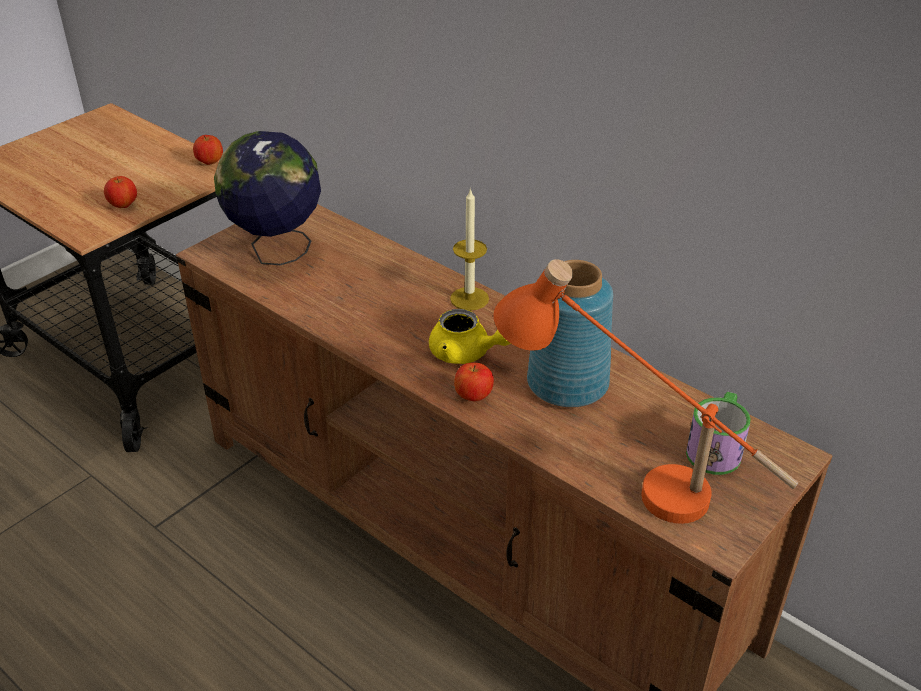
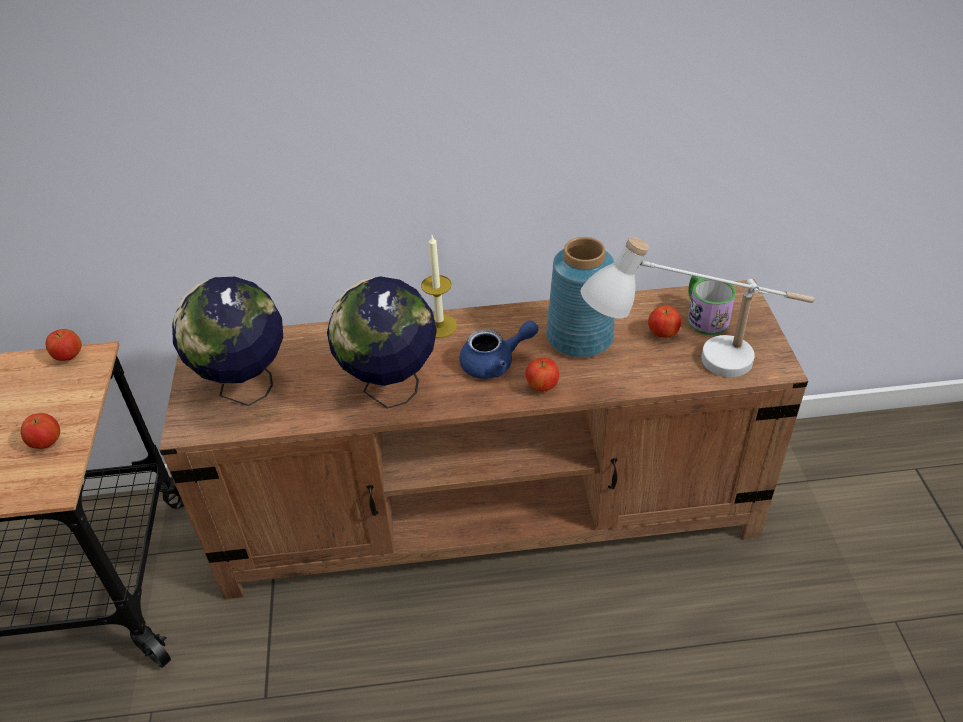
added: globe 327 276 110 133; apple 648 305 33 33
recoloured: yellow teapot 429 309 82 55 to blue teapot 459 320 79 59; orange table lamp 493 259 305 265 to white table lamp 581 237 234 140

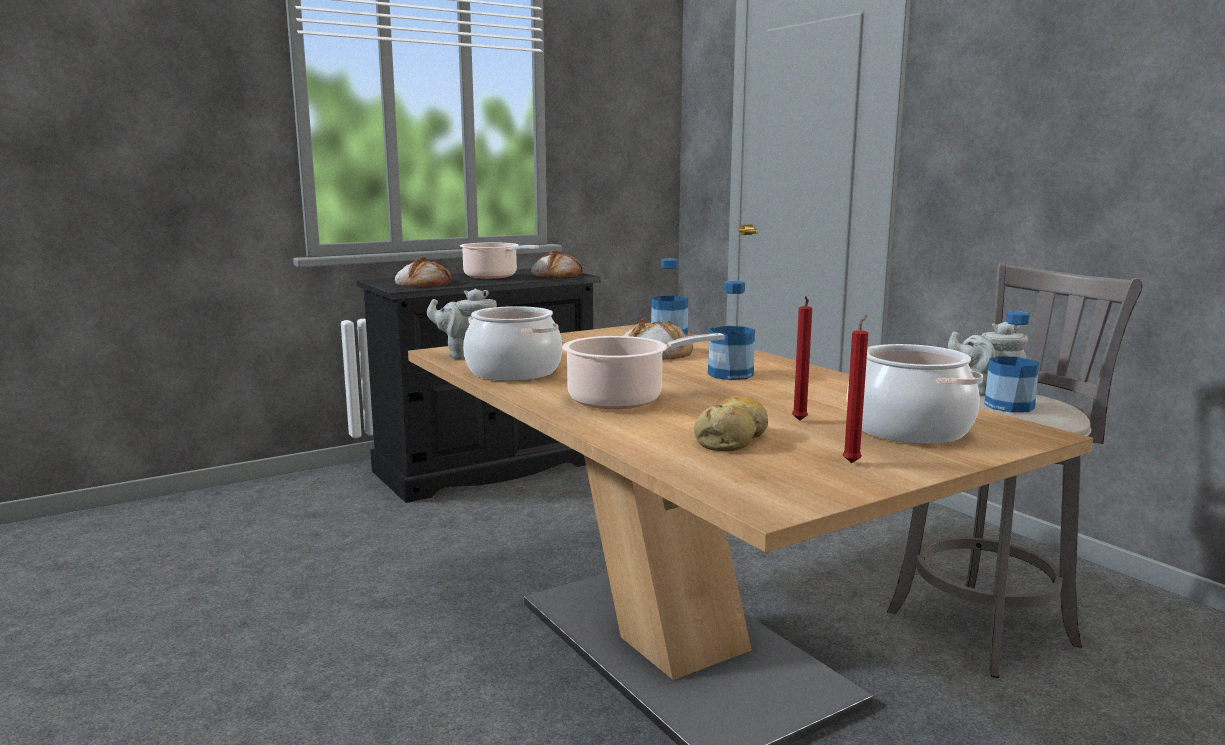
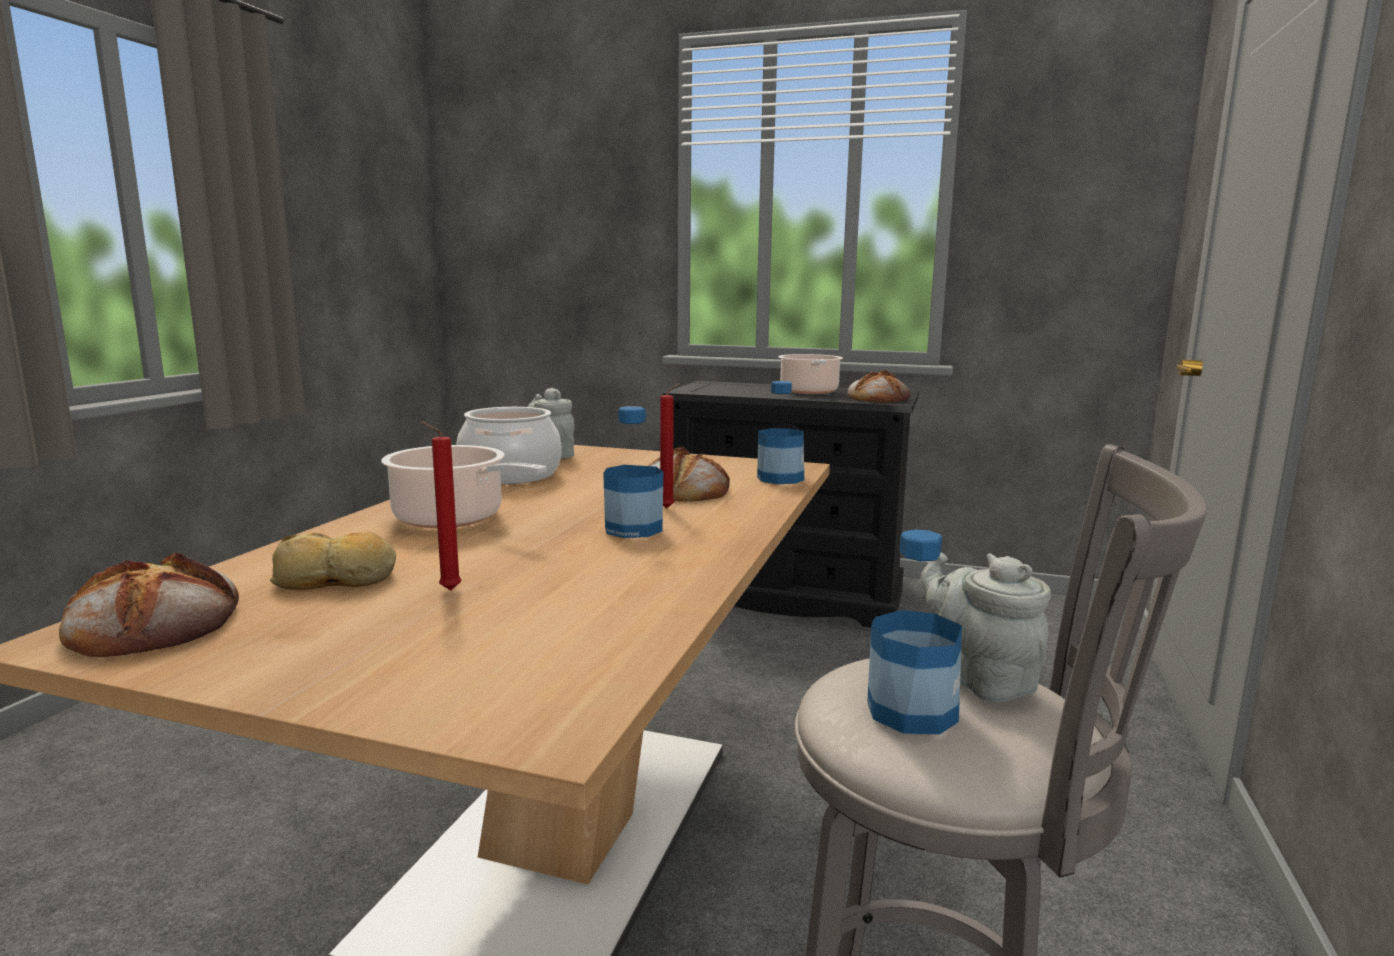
removed: cooking pot 847 344 136 100
moved: bread 395 257 57 30 to 59 552 180 105; red candle 843 314 25 149 to 660 383 21 125

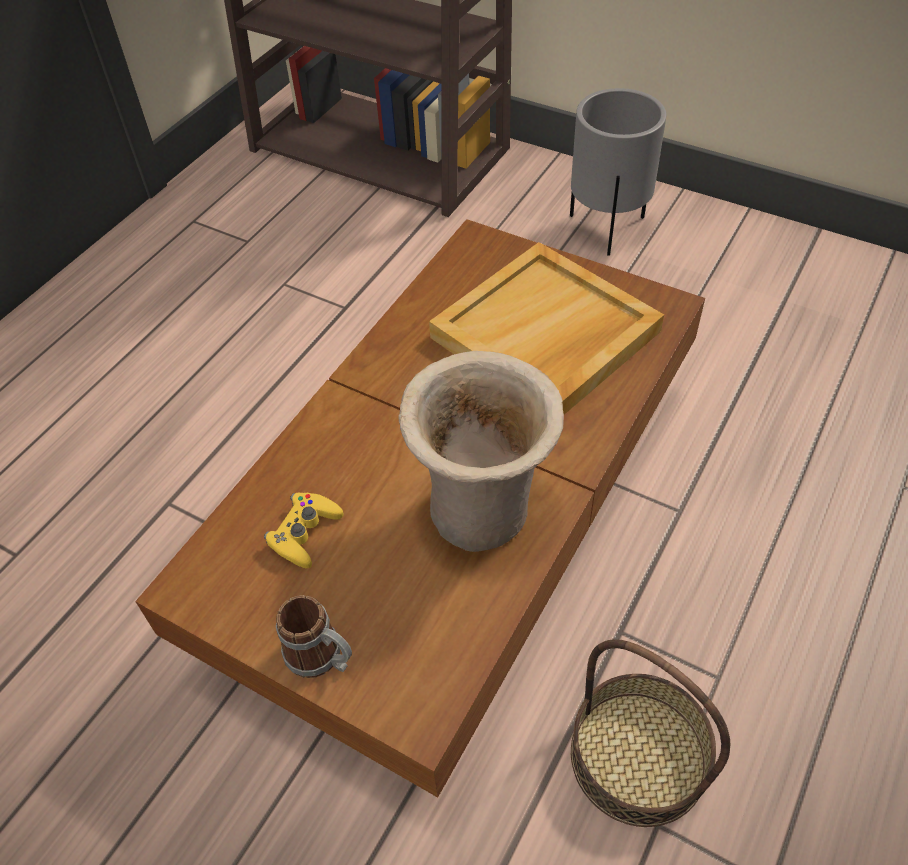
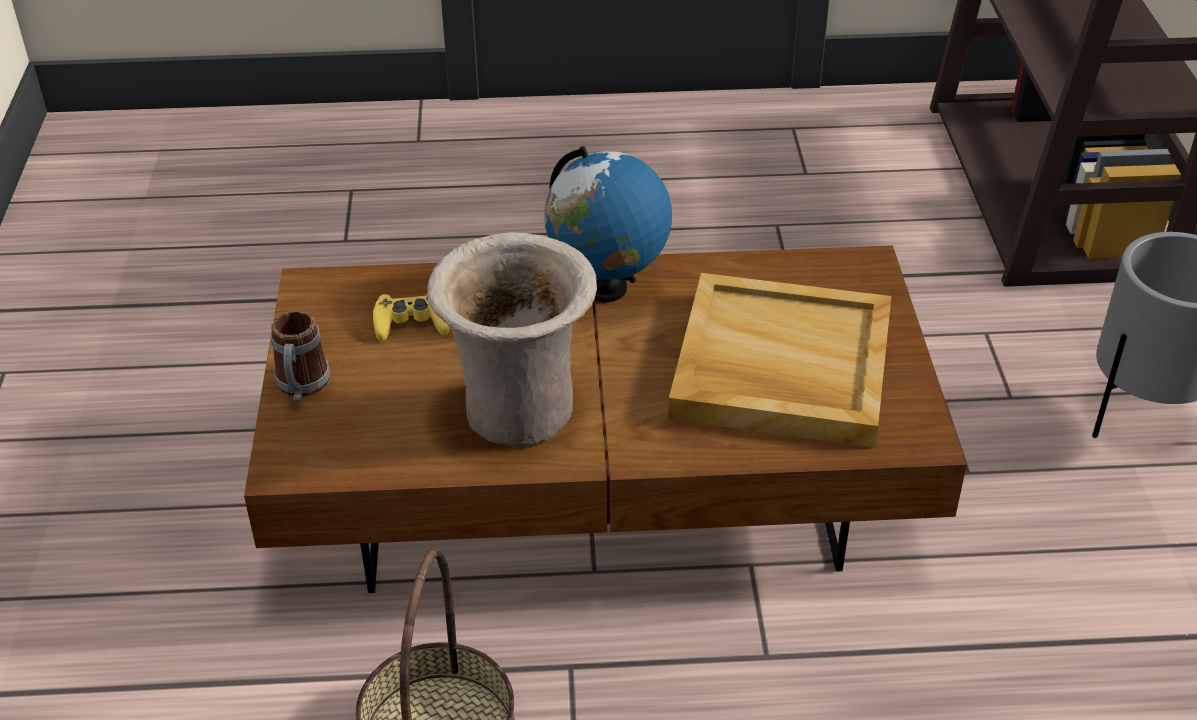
added: globe 544 146 128 156

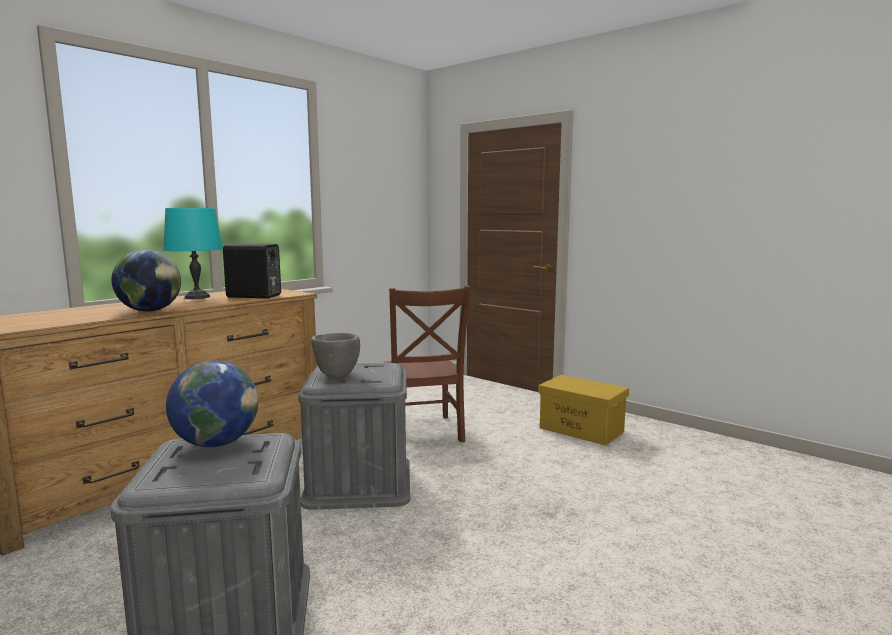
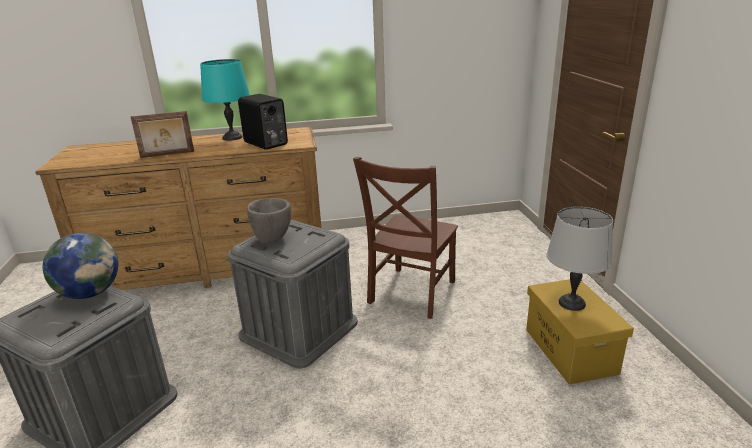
added: grey table lamp 547 207 66 104
replaced: globe 112 250 69 62 to picture frame 131 111 63 47

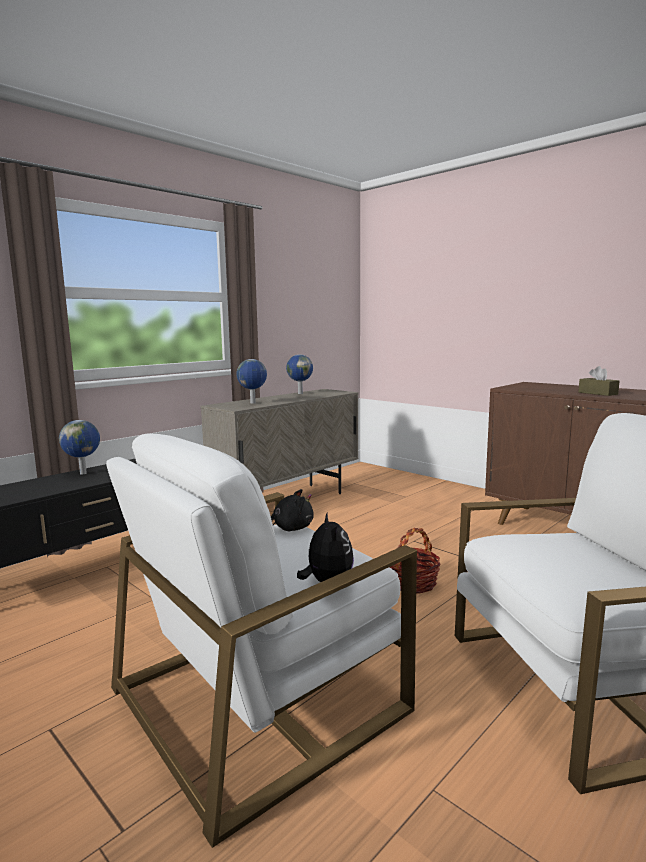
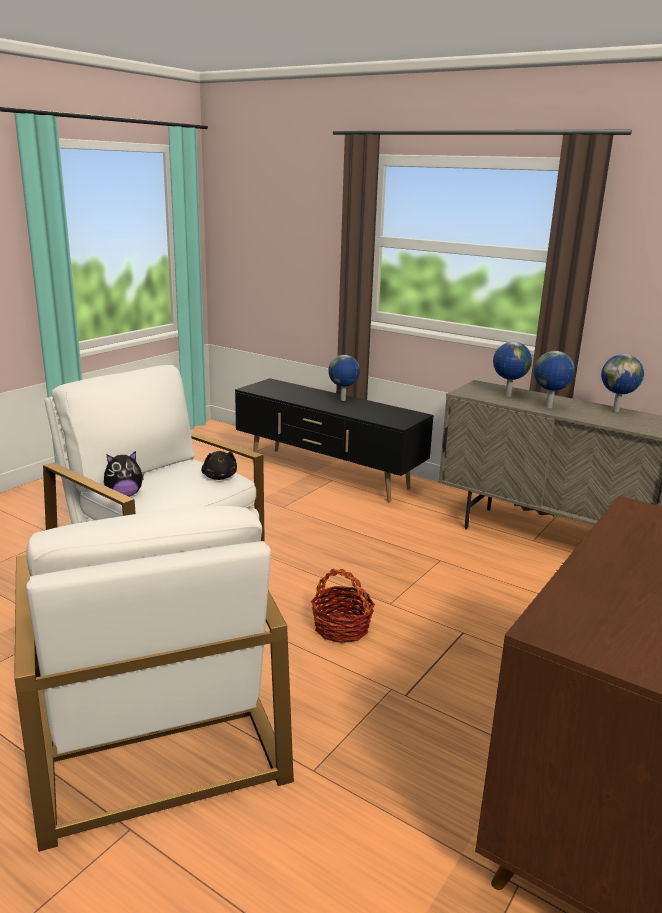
removed: brown tissue box 578 366 41 30
added: globe 534 351 41 57

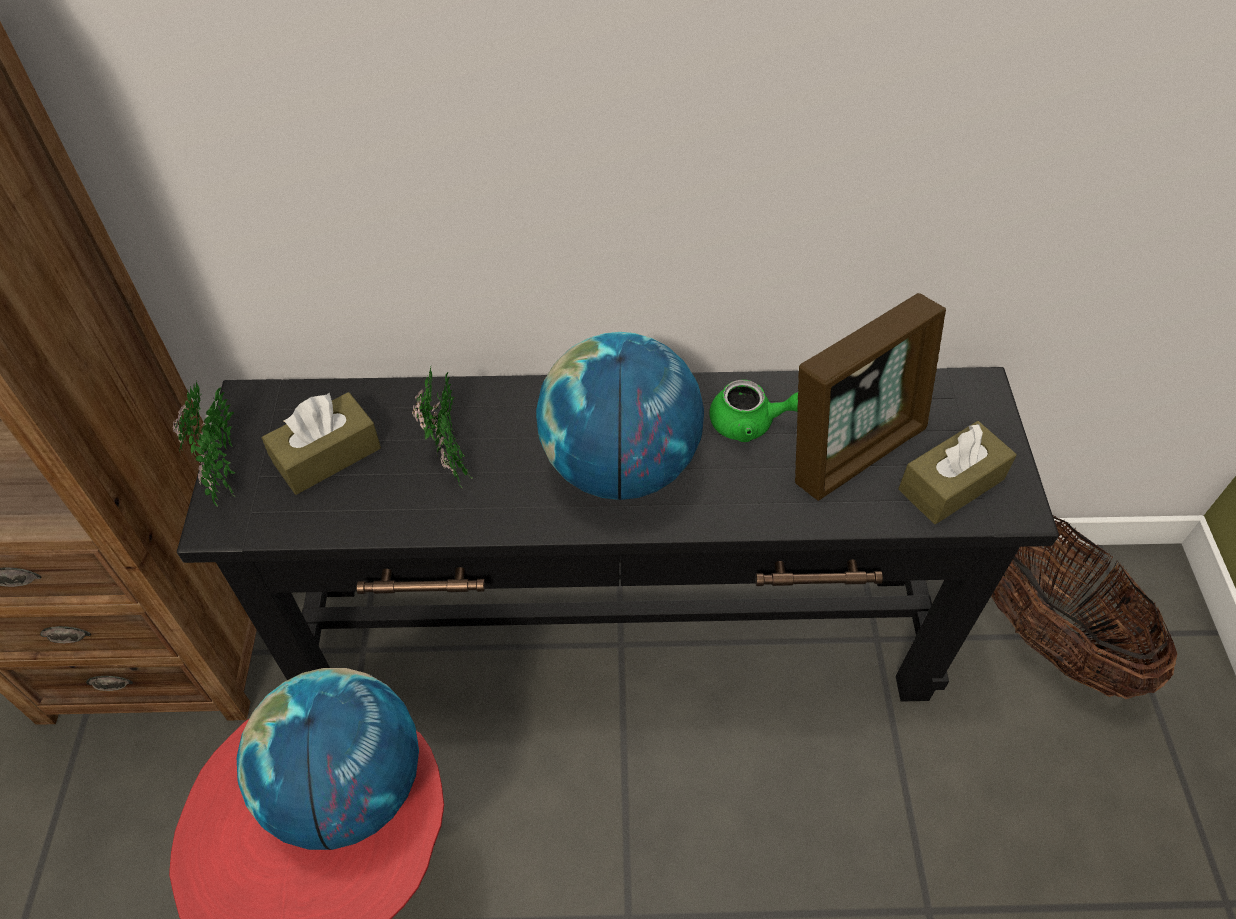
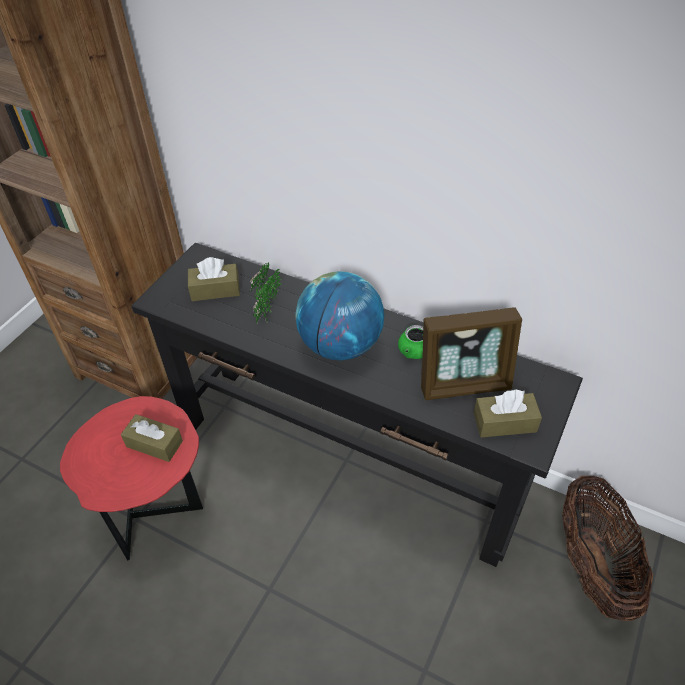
removed: potted plant 173 381 62 125
replaced: globe 237 668 182 182 to brown tissue box 121 414 62 48

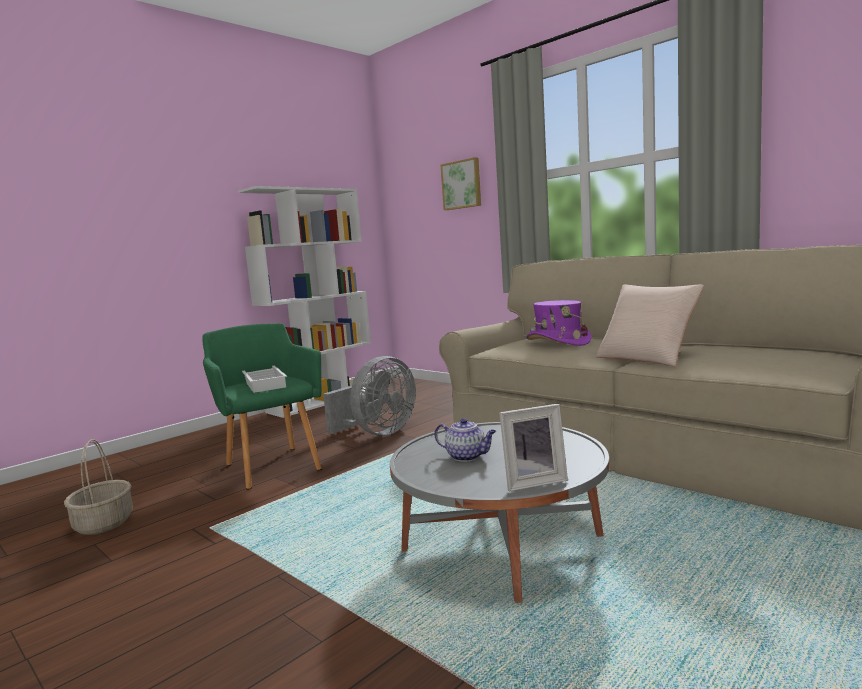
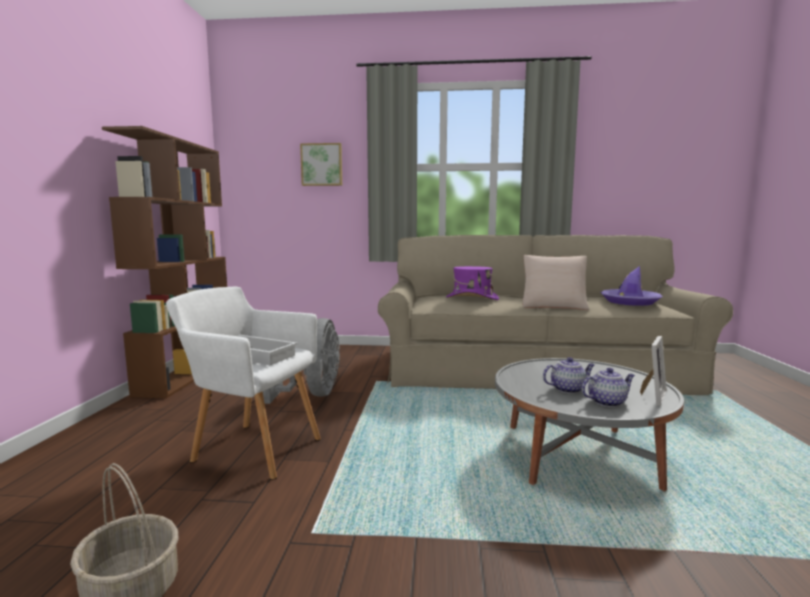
added: teapot 581 368 54 39; purple hat 601 266 61 40
recoloured: green armchair 202 323 120 166 to white armchair 166 287 155 193; white bookcase 238 186 133 232 to brown bookcase 102 126 125 272

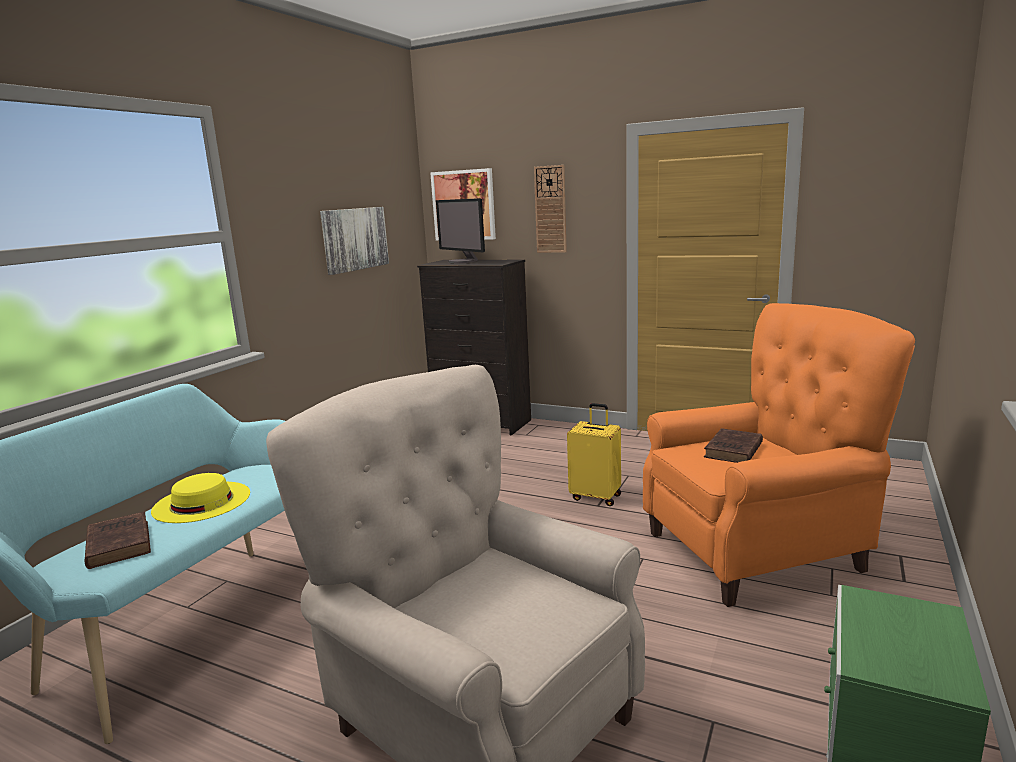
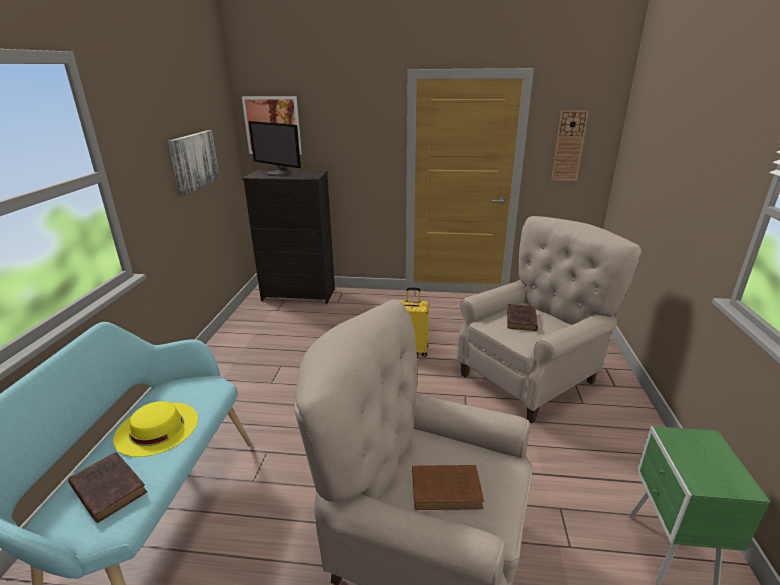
added: brown book 412 465 72 45
moved: wall clock 534 165 33 88 to 551 111 37 70
recoloured: orange armchair 643 303 272 304 to beige armchair 457 216 184 207

